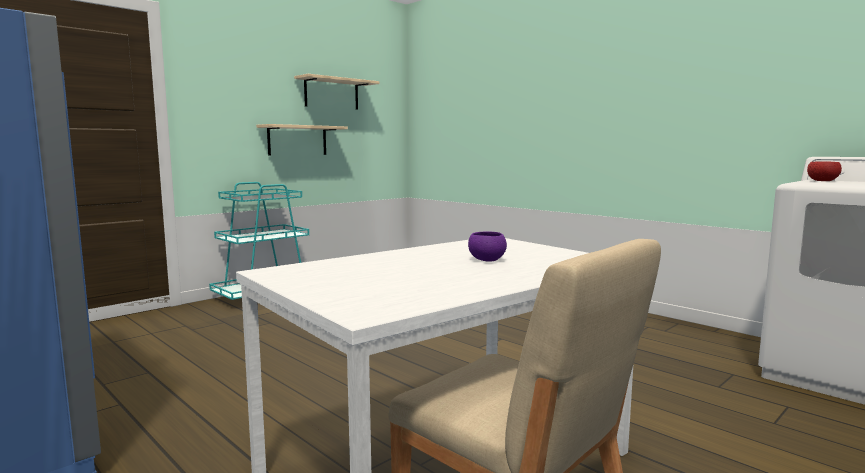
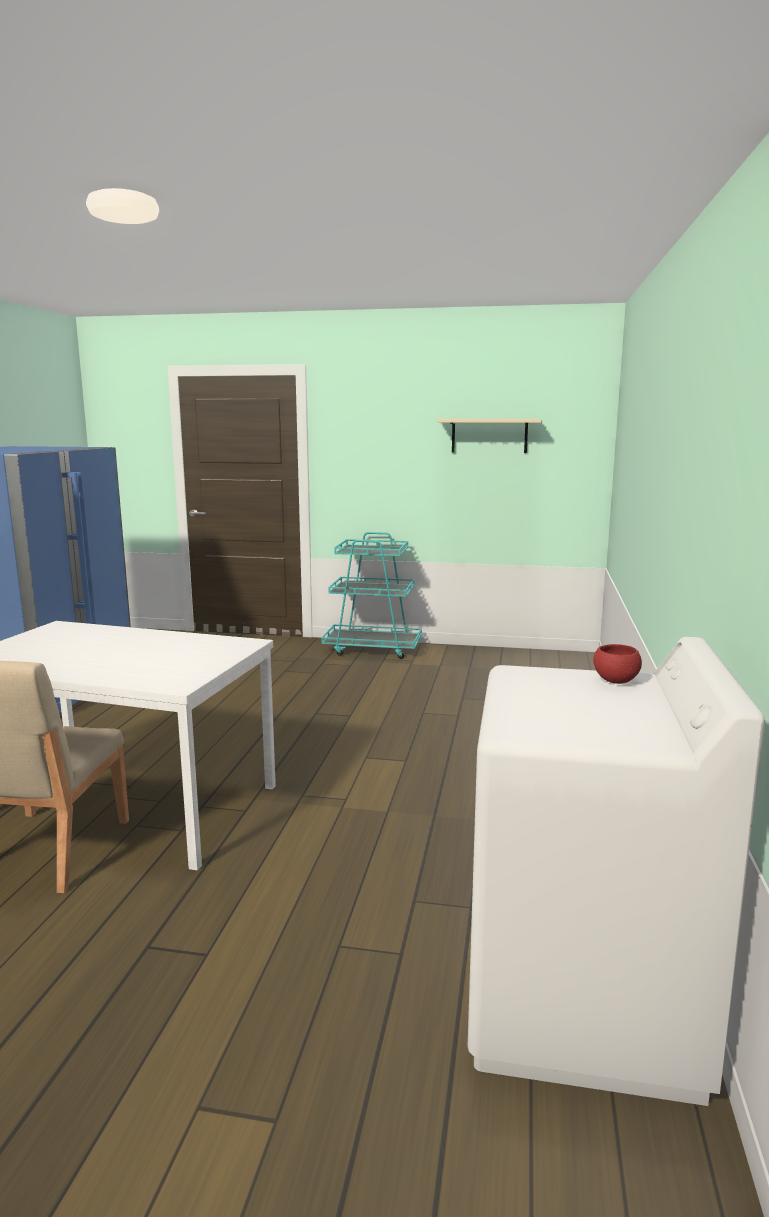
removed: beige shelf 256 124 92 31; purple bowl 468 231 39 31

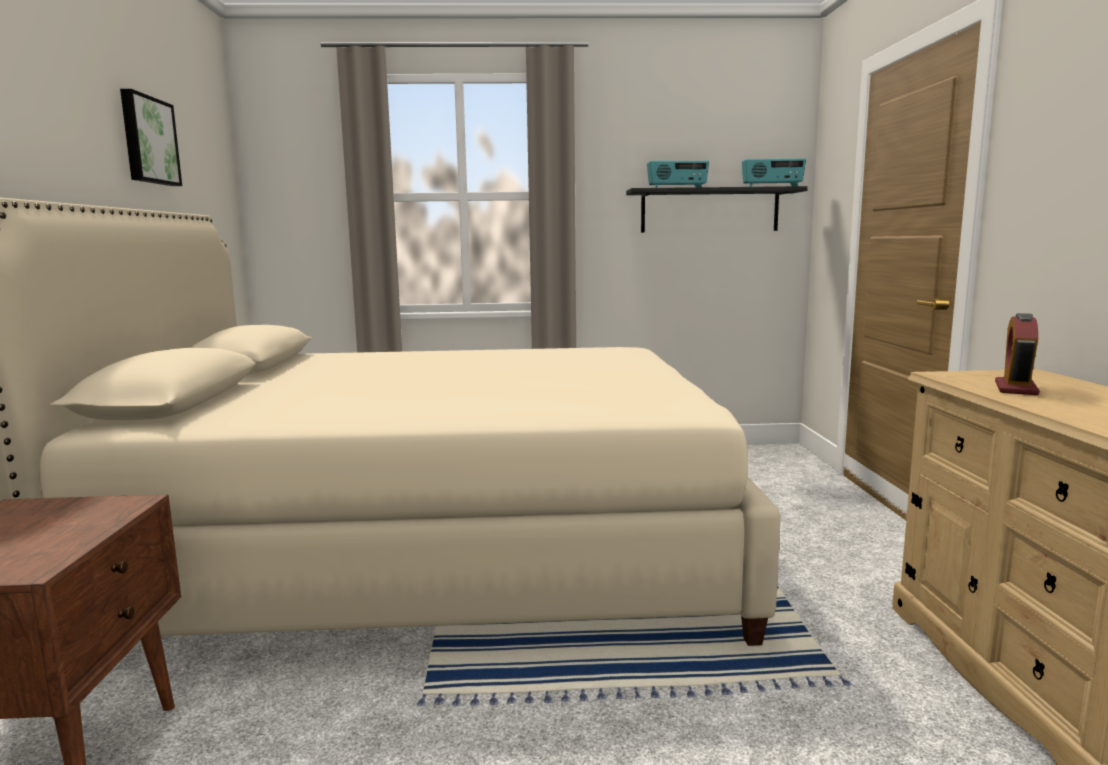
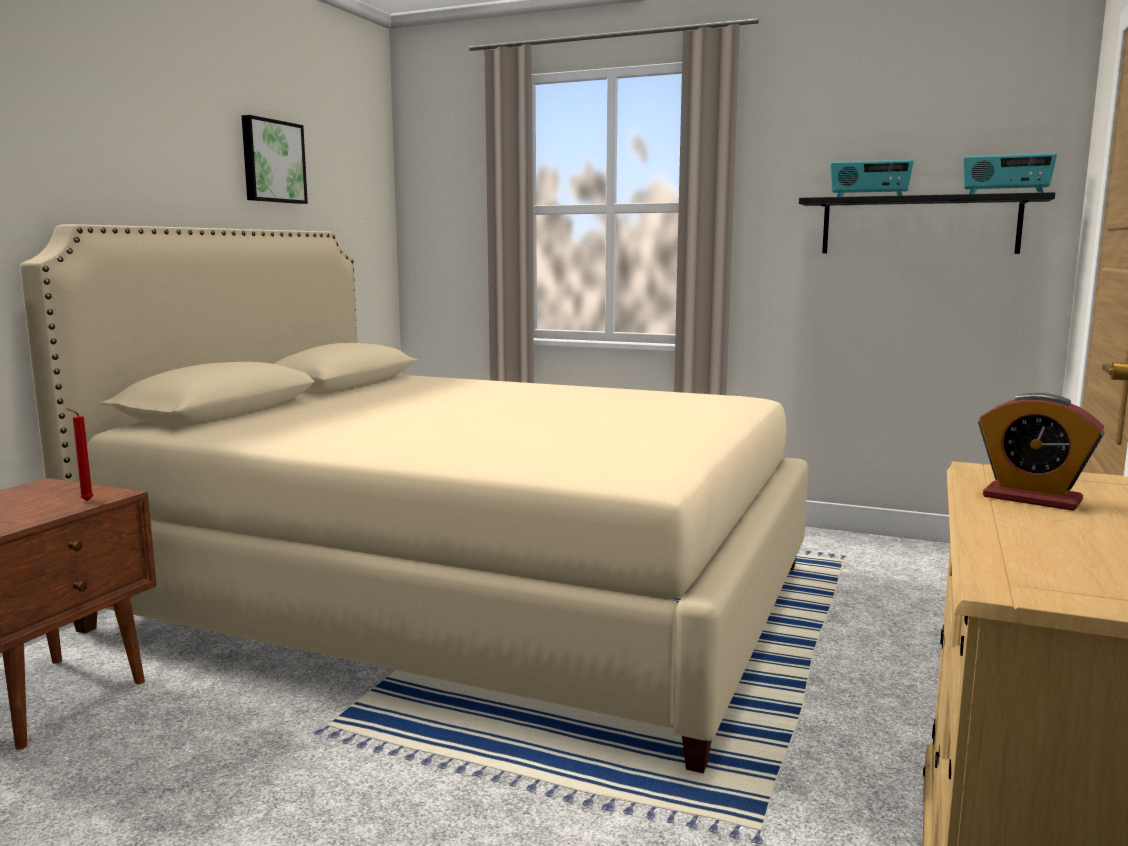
added: red candle 66 408 27 93
turned: alarm clock 995 313 45 82 = 978 393 127 118 105 degrees counterclockwise

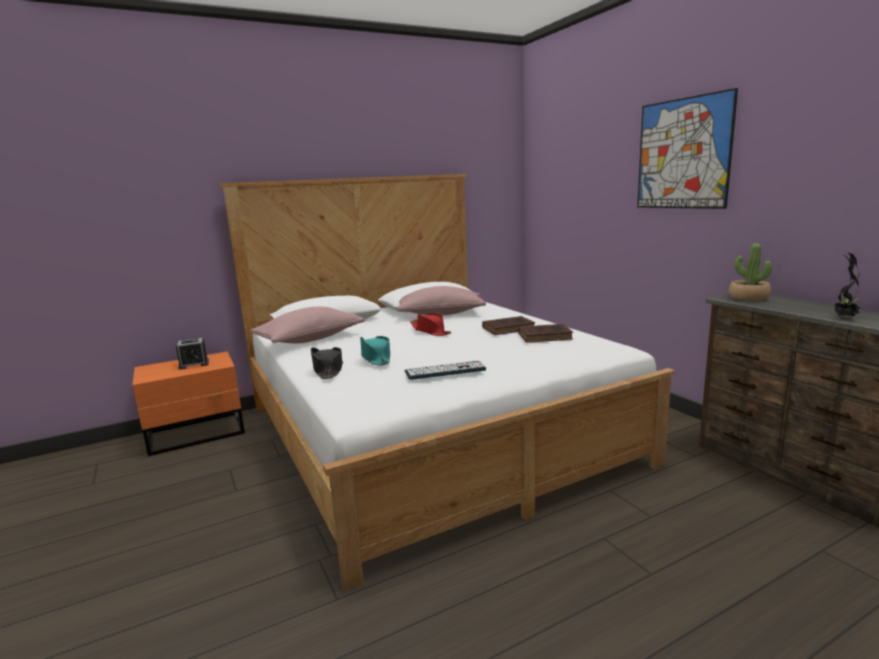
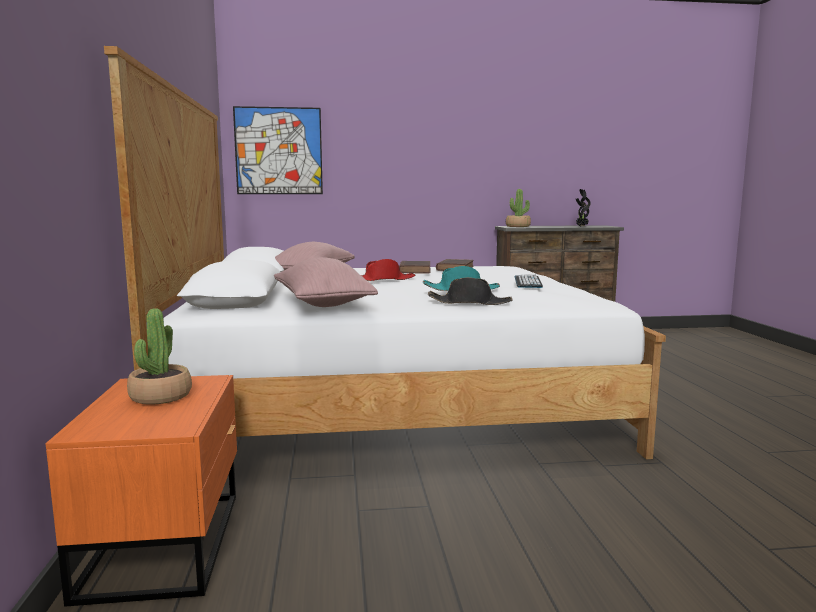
moved: picture 637 88 101 121 to 233 106 90 88
replaced: alarm clock 176 338 33 32 to potted plant 127 308 65 96

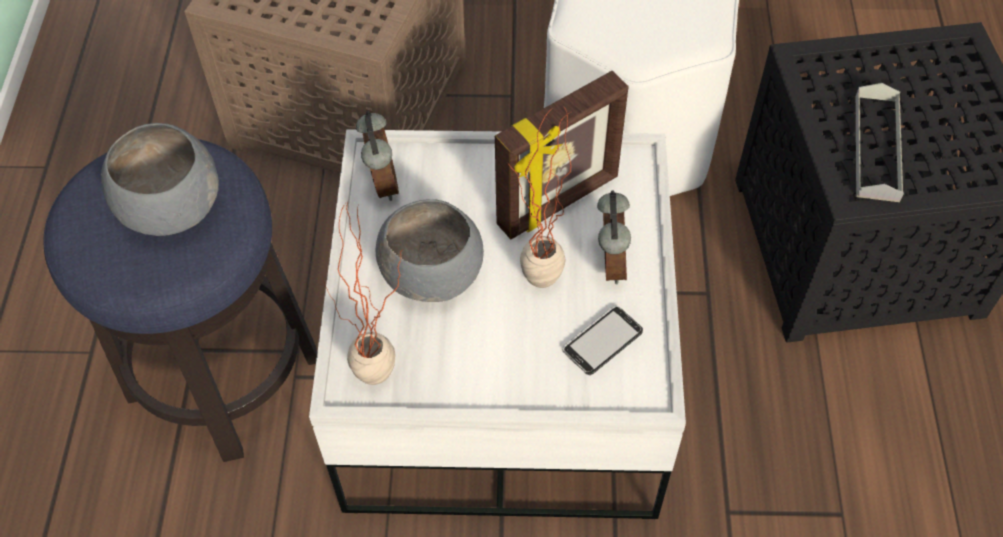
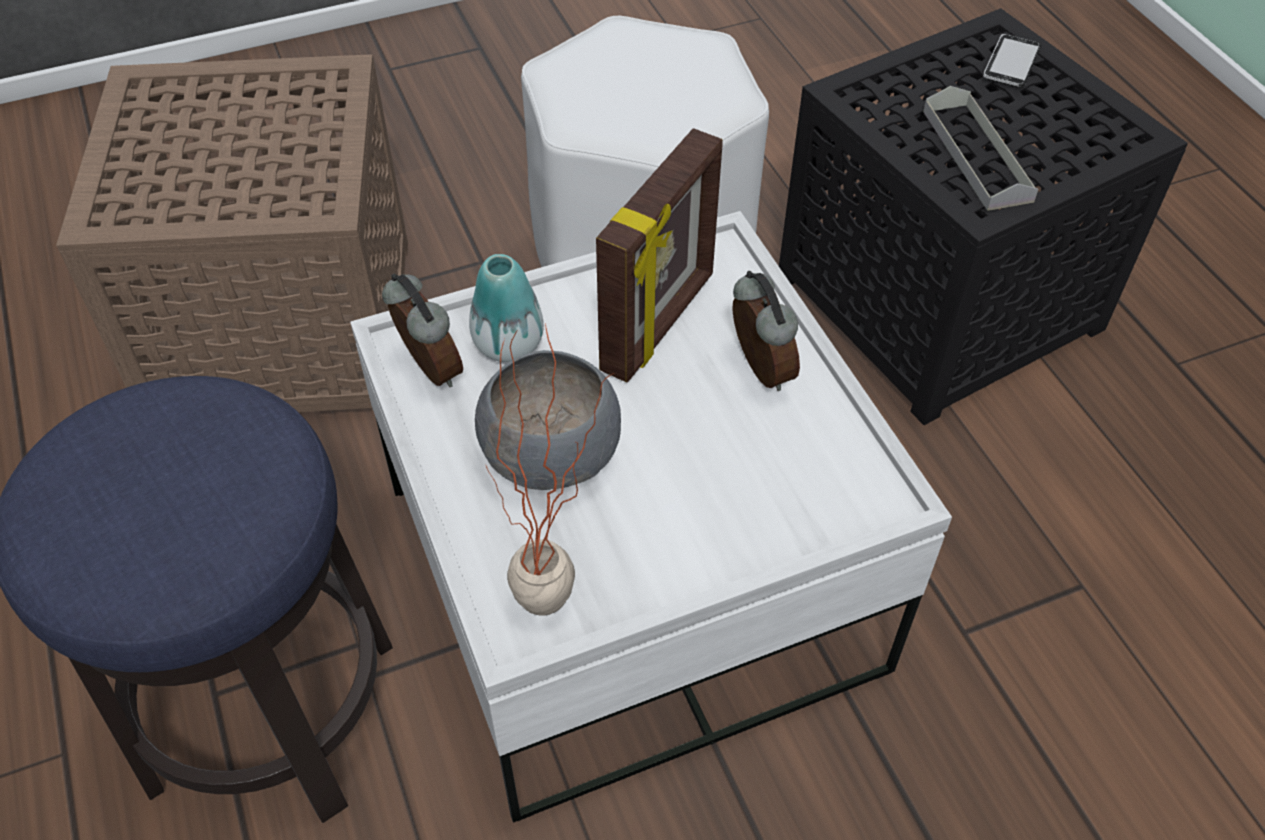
removed: grey bowl 101 123 118 113; potted plant 509 105 62 183
added: vase 469 254 75 108
moved: phone 562 306 81 69 to 983 34 58 54

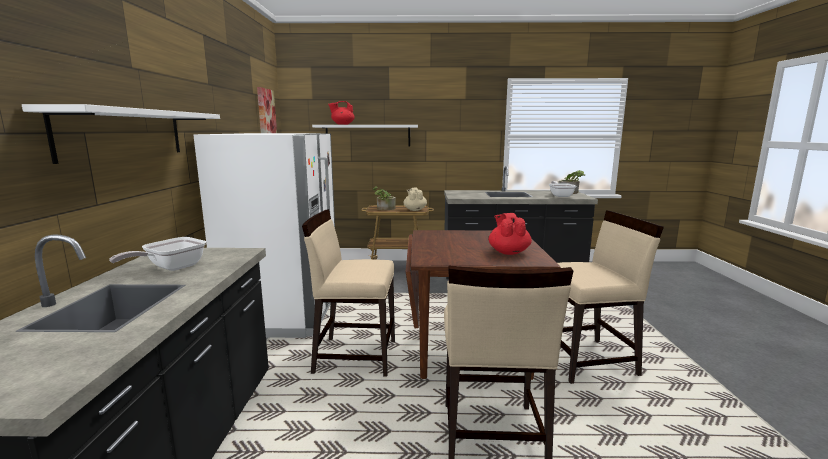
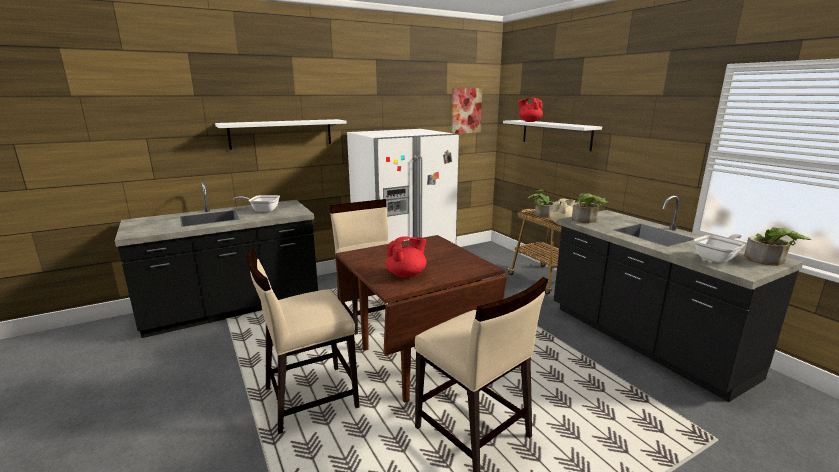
added: potted plant 572 193 37 30

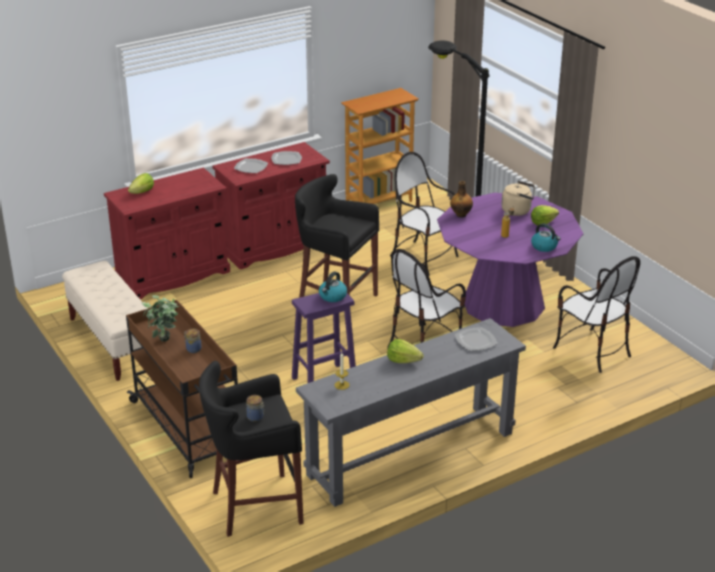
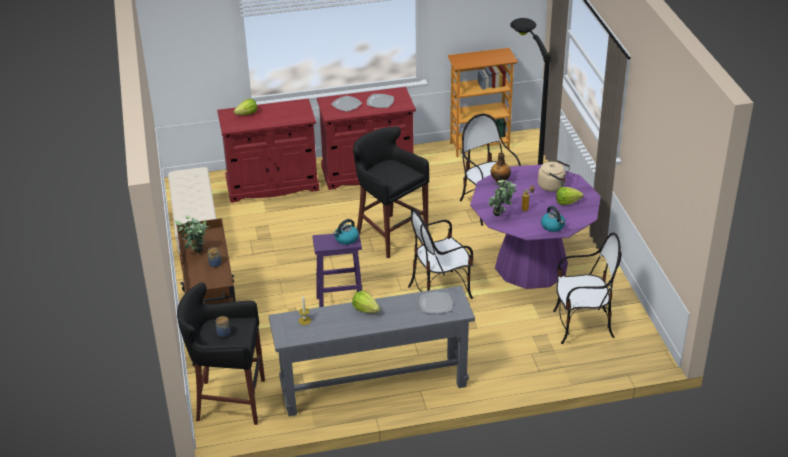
added: potted plant 488 180 29 36
turned: chair 553 256 87 117 = 553 233 69 111 75 degrees counterclockwise

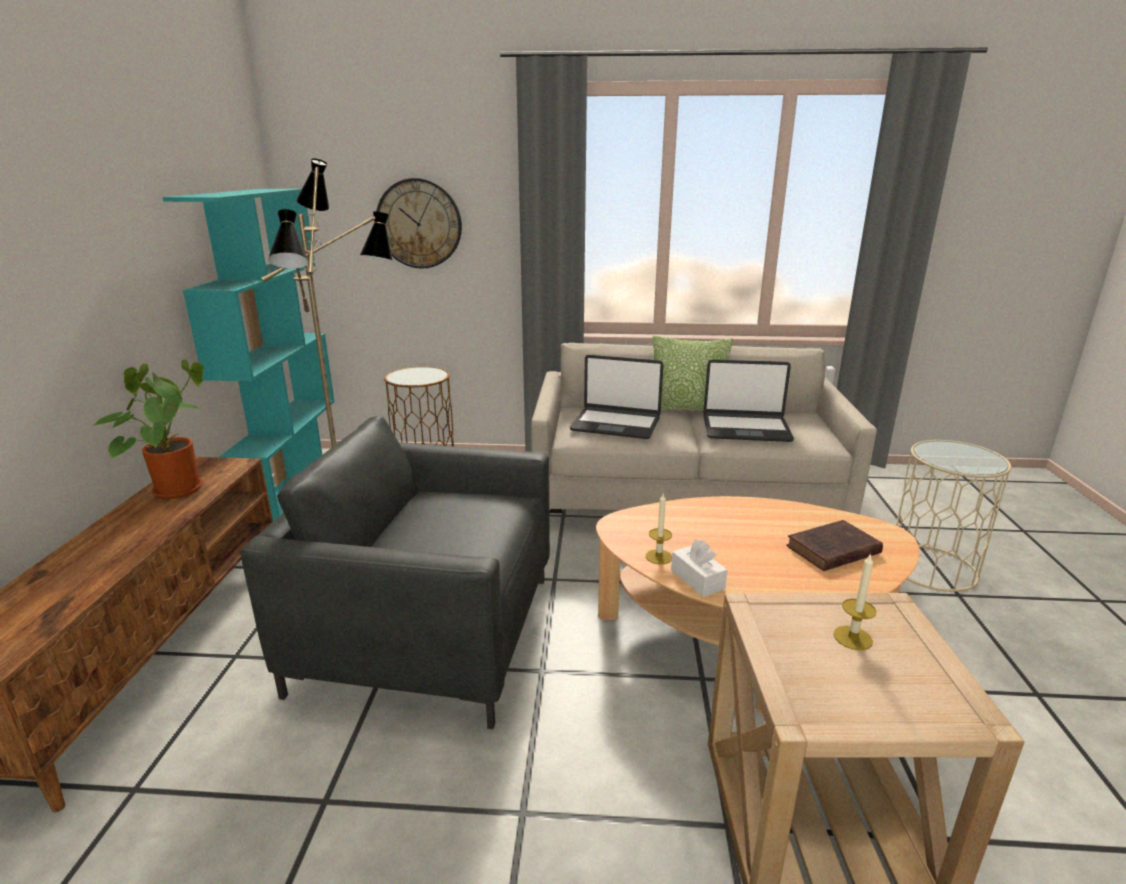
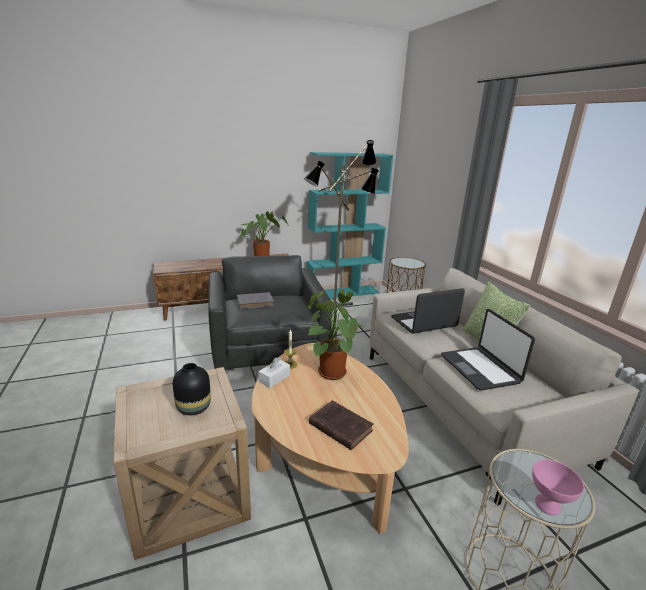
removed: wall clock 376 178 86 90
added: grey book 237 292 37 17; potted plant 308 289 56 91; pink bowl 532 459 52 56
replaced: candle 834 553 43 97 to black vase 173 363 38 52
turned: laptop 570 355 93 84 = 391 288 74 46 75 degrees clockwise

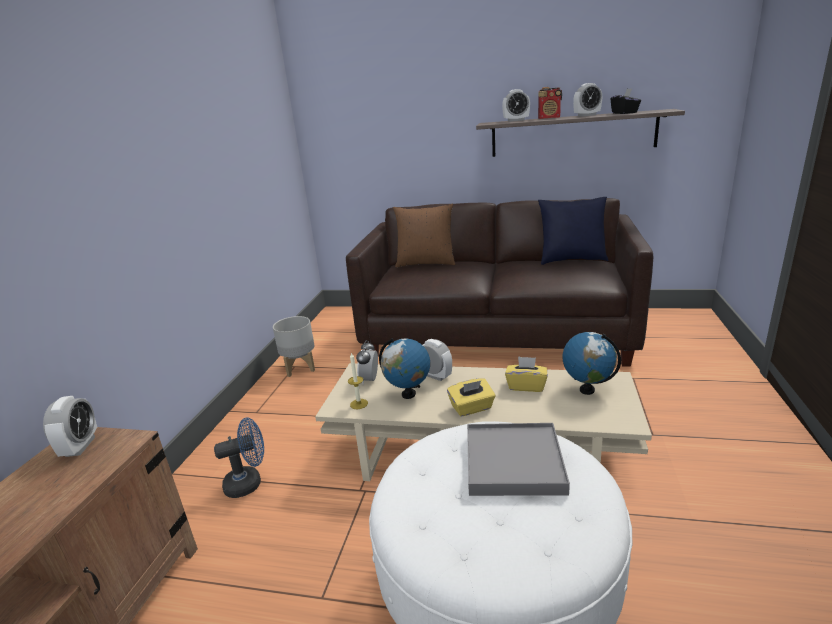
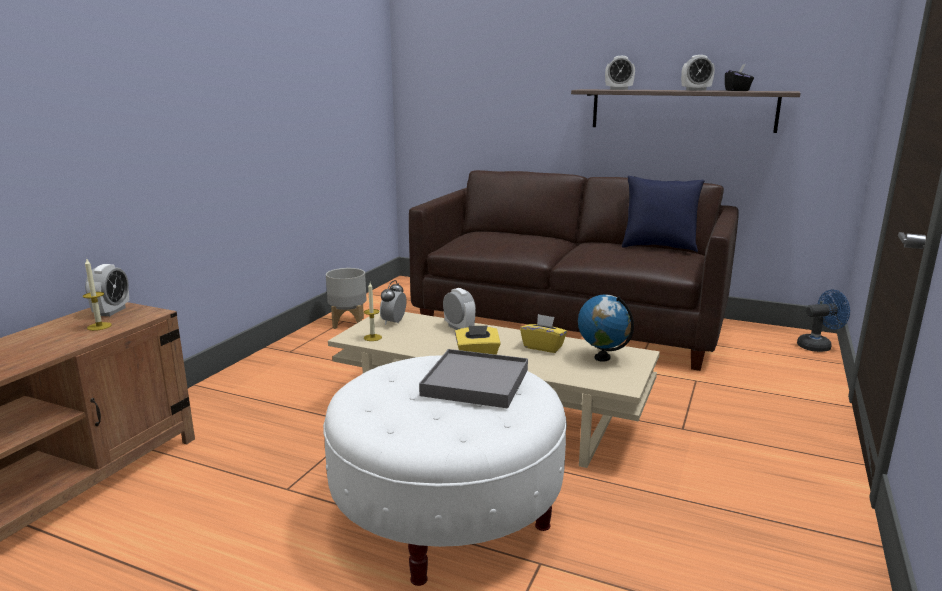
removed: globe 379 338 51 61; brown pillow 393 204 62 64; radio 538 87 24 32
added: candle 83 259 29 72
moved: blue fan 214 417 50 81 to 797 290 53 62

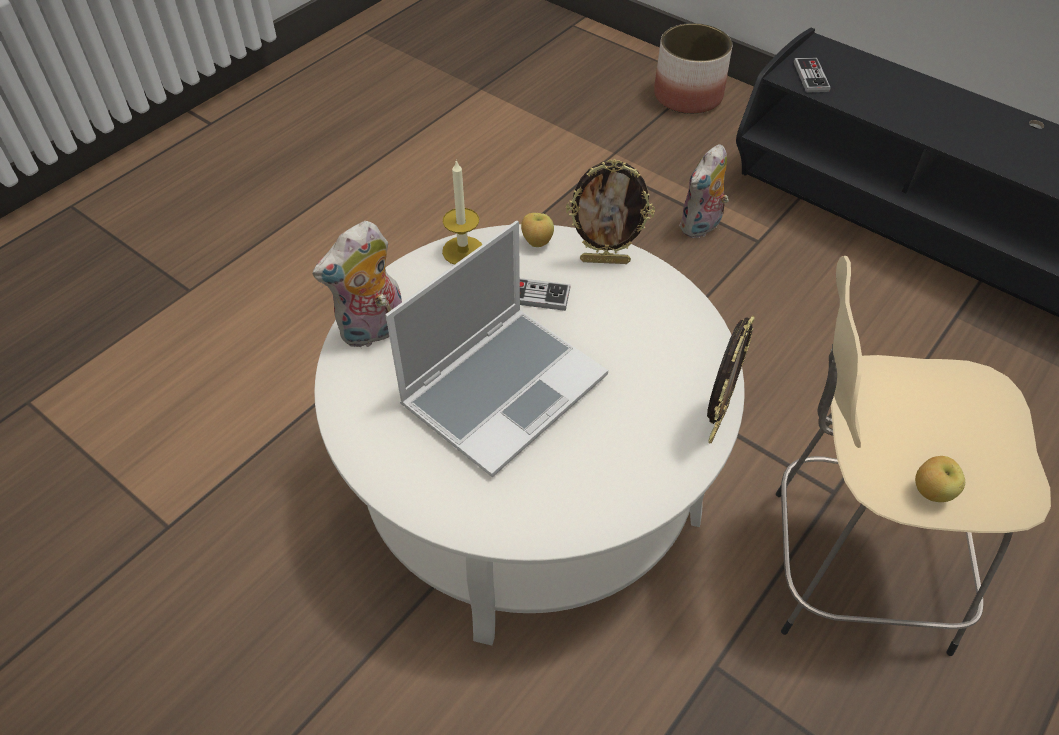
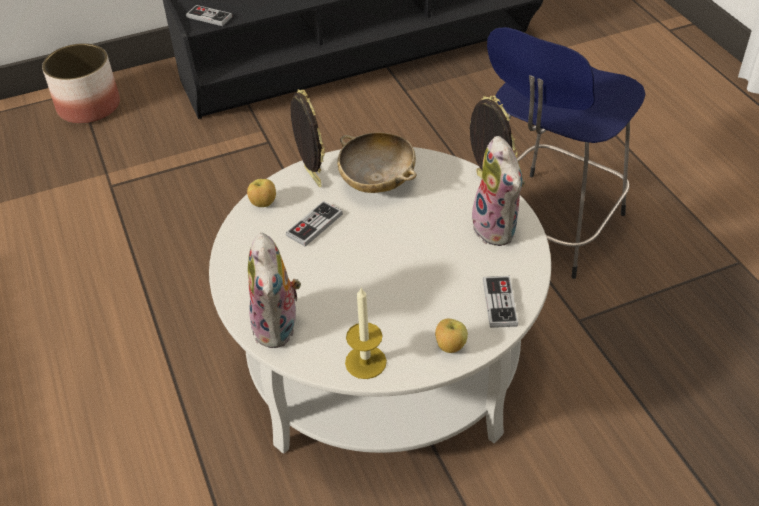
removed: laptop 385 221 223 256
added: beige bowl 337 132 80 61; game controller 483 276 35 52
moved: candle 442 159 40 106 to 345 288 42 91; plush toy 679 144 50 94 to 472 136 53 110; apple 915 456 50 46 to 435 319 33 34
recoloured: beige stool 776 256 275 400 to blue stool 487 27 159 252
turned: picture frame 566 159 89 105 = 291 89 34 98 60 degrees counterclockwise

